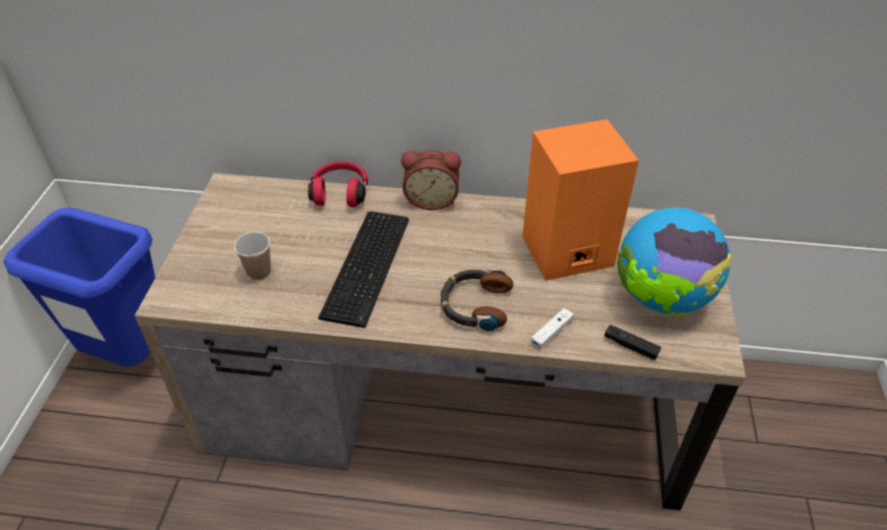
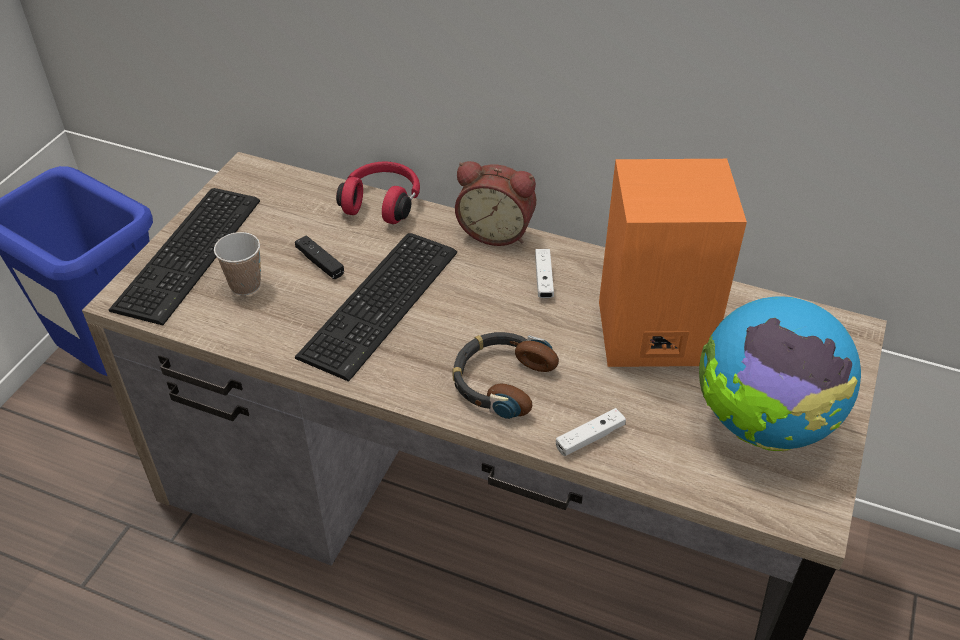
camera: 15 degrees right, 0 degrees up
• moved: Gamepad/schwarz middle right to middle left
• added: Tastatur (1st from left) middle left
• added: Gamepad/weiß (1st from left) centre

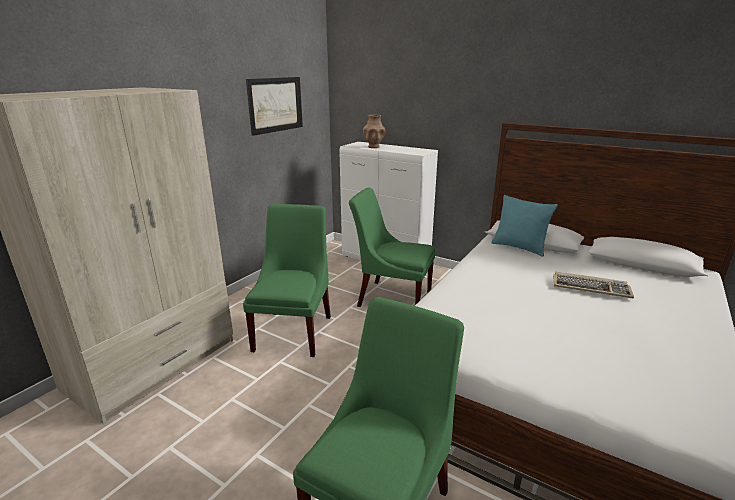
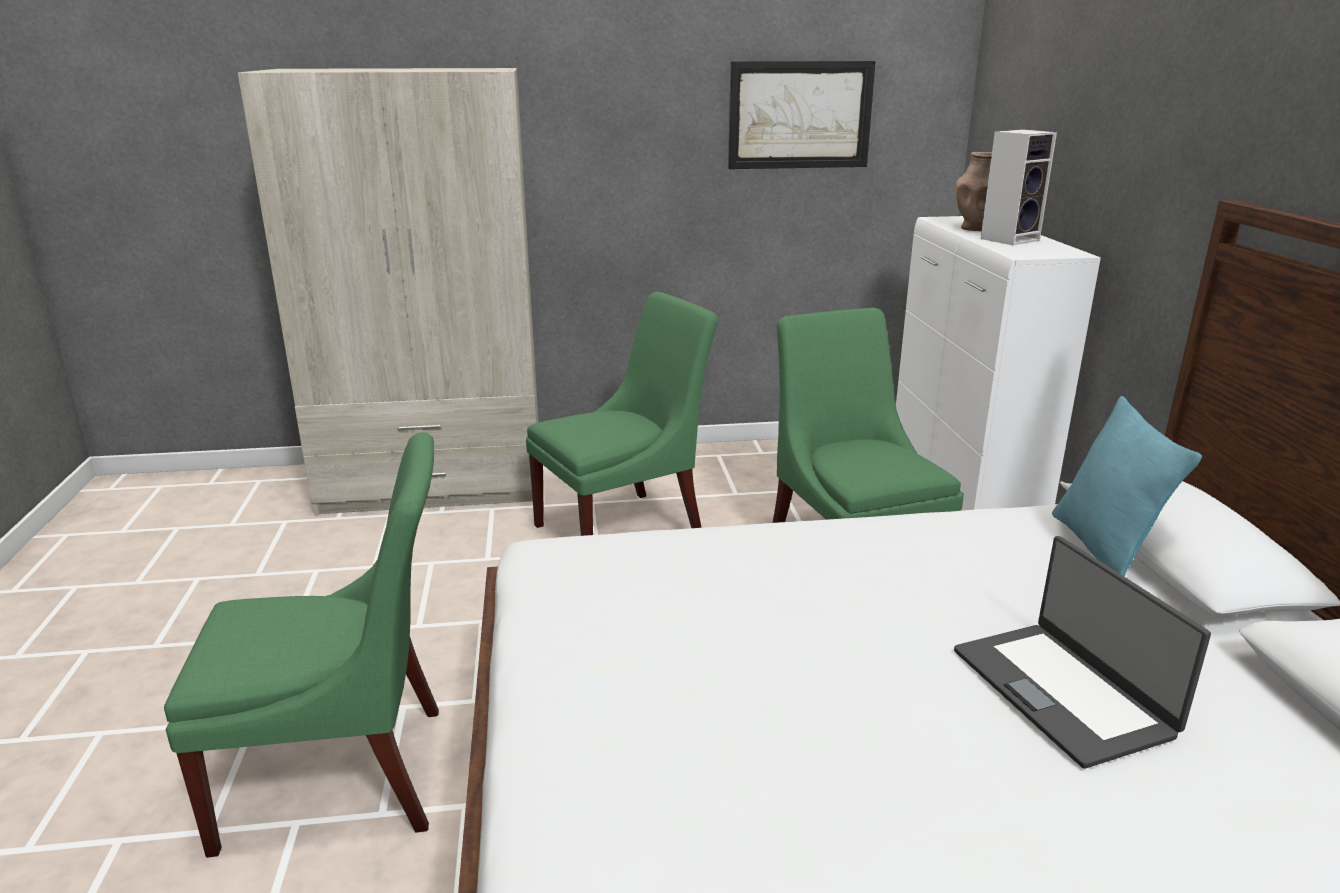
camera: 50 degrees right, 0 degrees up
• replaced: Tastatur middle right to Laptop bottom right
• added: Lautsprecher top right

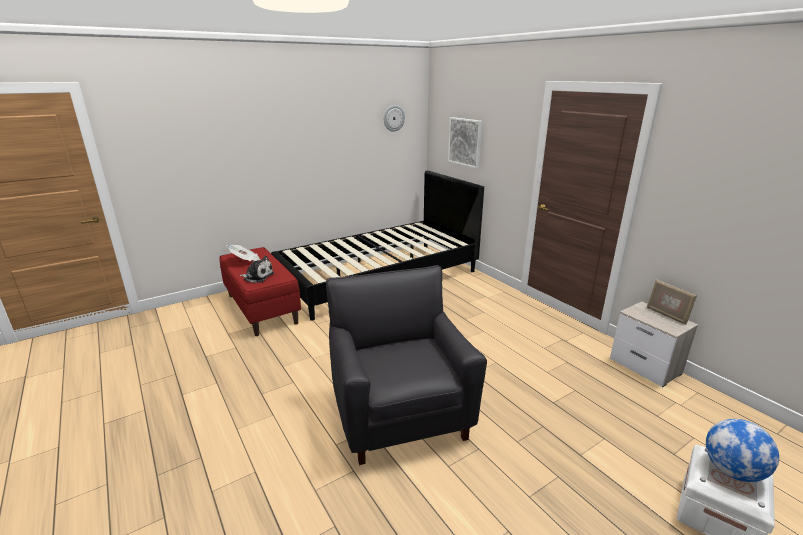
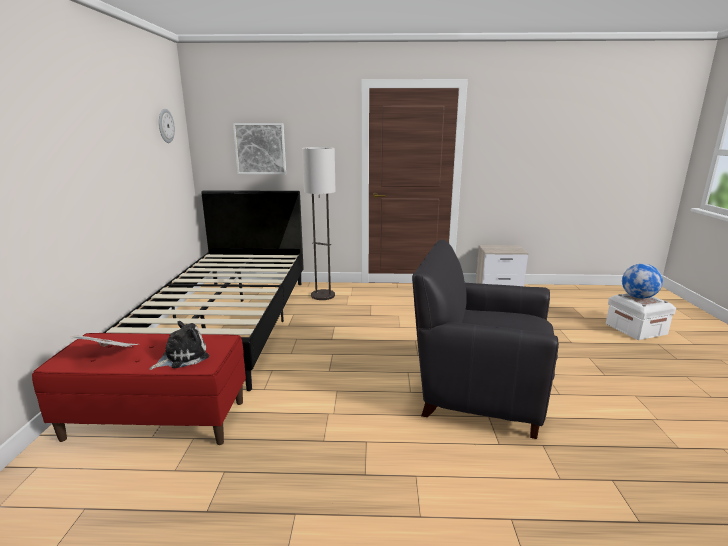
camera: 55 degrees left, 5 degrees down
• removed: Bilderrahmen middle right
• added: Stehlampe centre

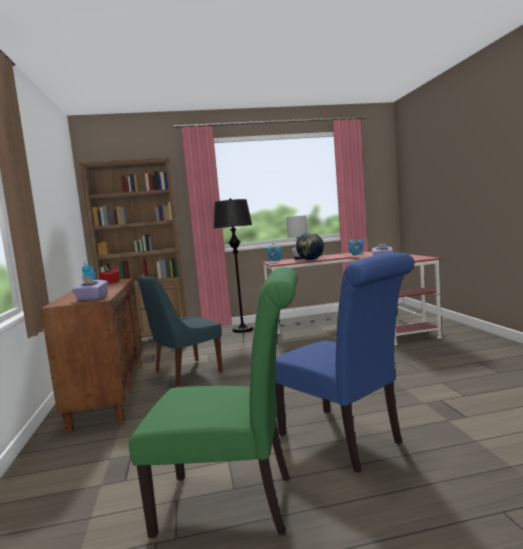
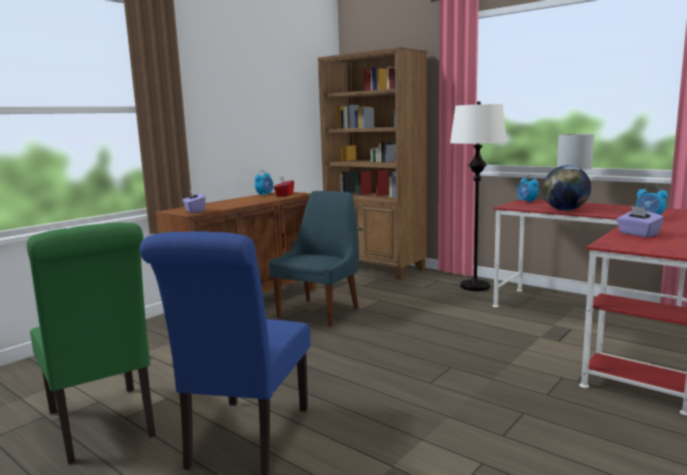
camera: 50 degrees right, 5 degrees up
• turned: Stuhl/blau (1st from left in the first image) centre = centre 105 degrees clockwise
• recoloured: Stehlampe/schwarz centre to Stehlampe/weiß middle right

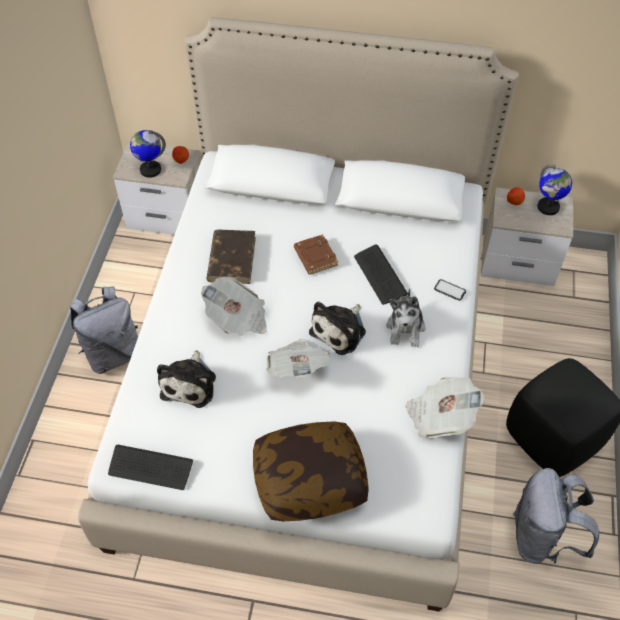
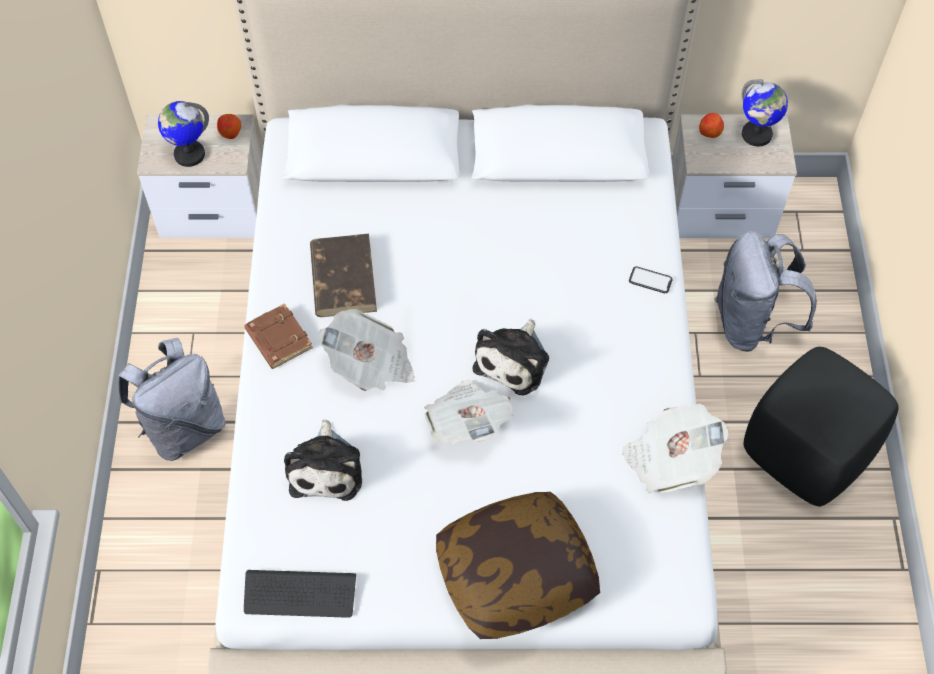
camera: 10 degrees left, 5 degrees up
• moved: Buch/braun (2nd from left in the first image) centre to Buch/braun (1st from left) middle left
• removed: Tastatur (2nd from left) centre
• removed: Plüschtier (3rd from left) centre
• moved: Rucksack/grau (2nd from left) bottom right to middle right

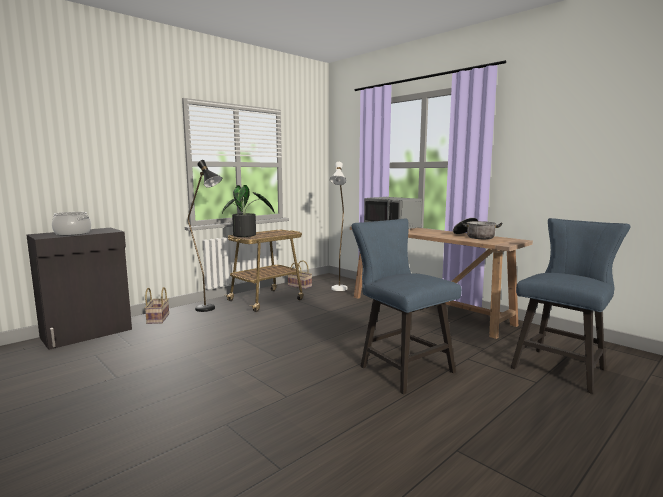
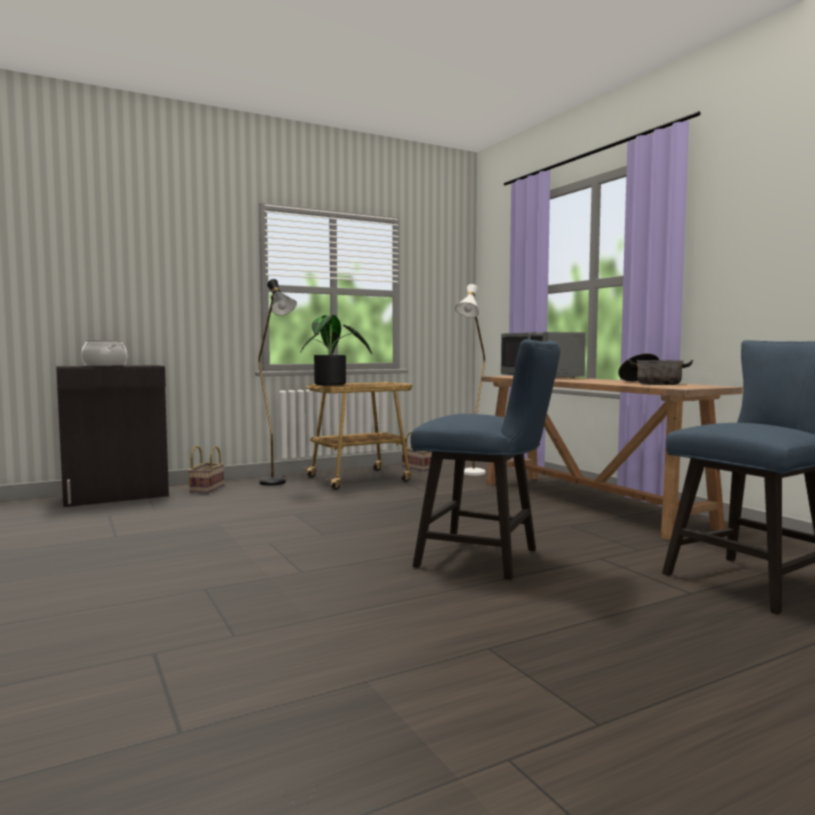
camera: 15 degrees right, 5 degrees down
• turned: Stuhl/blau (1st from left) centre = centre 135 degrees clockwise

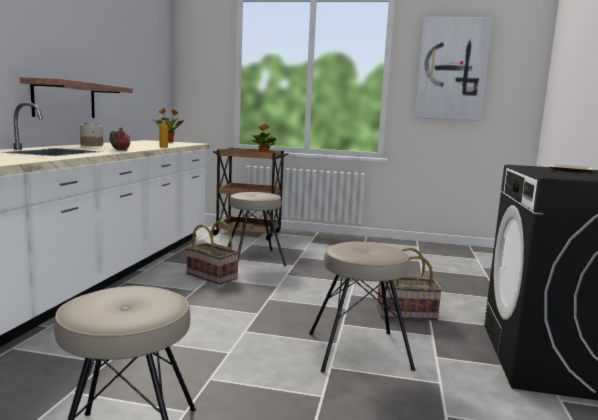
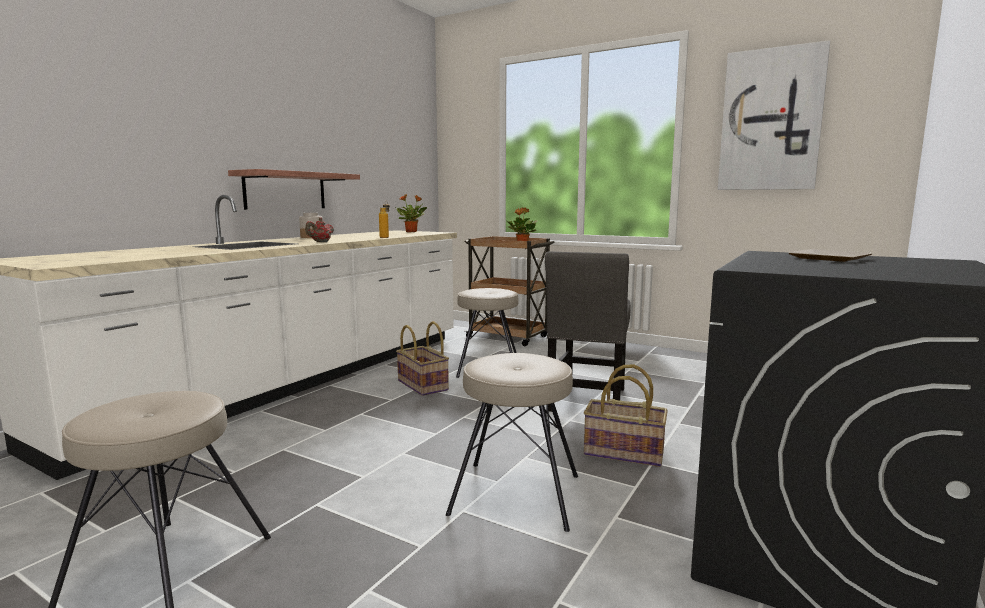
camera: 20 degrees right, 0 degrees up
• added: Stuhl/grau centre

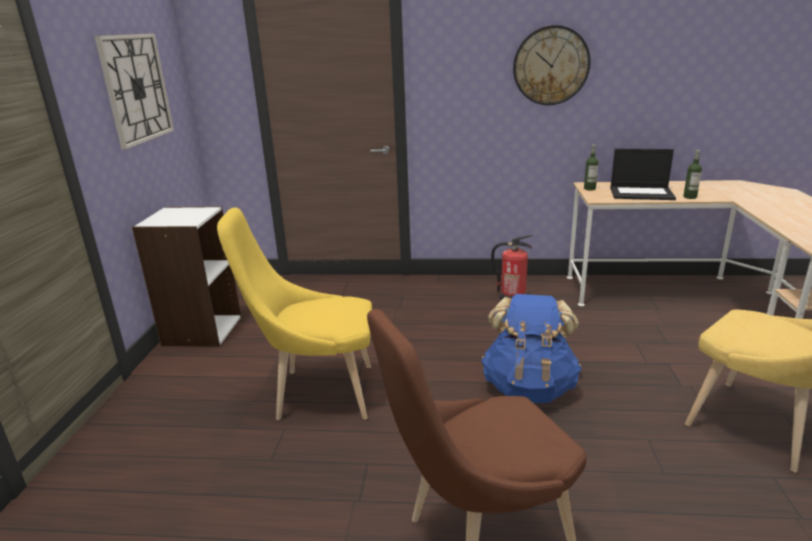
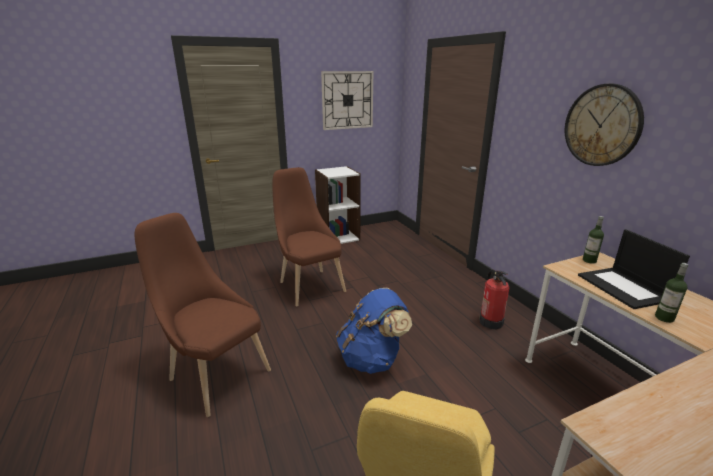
camera: 60 degrees right, 0 degrees up
• recoloured: Stuhl/gelb (1st from left) centre to Stuhl/braun (2nd from left) centre

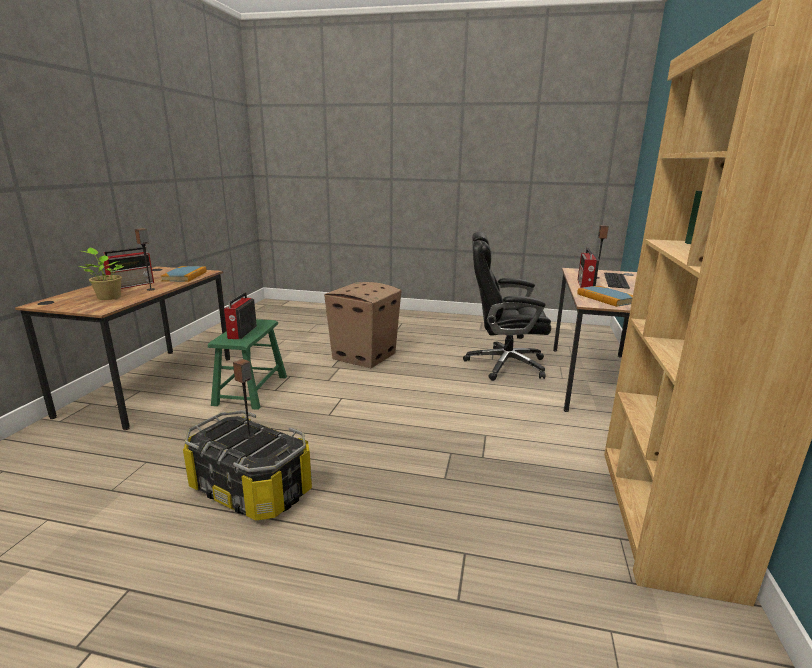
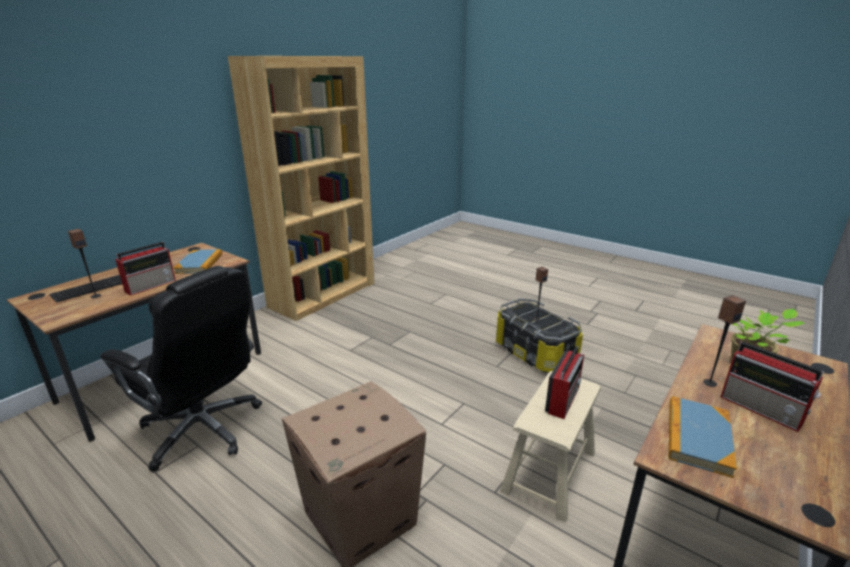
camera: 155 degrees left, 5 degrees up
• turned: Radio (1st from left in the first image) middle left = bottom right 105 degrees counterclockwise
• recoloured: Hocker/grün middle left to Hocker/beige bottom centre

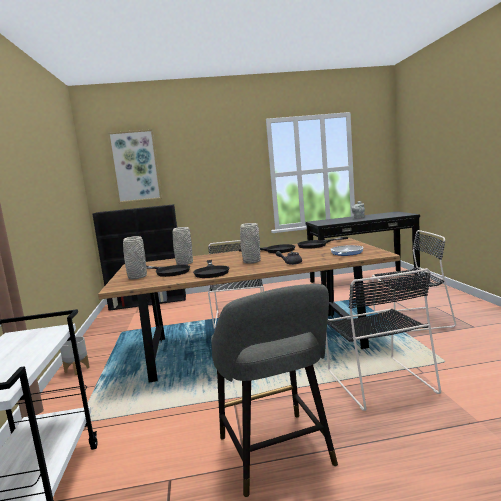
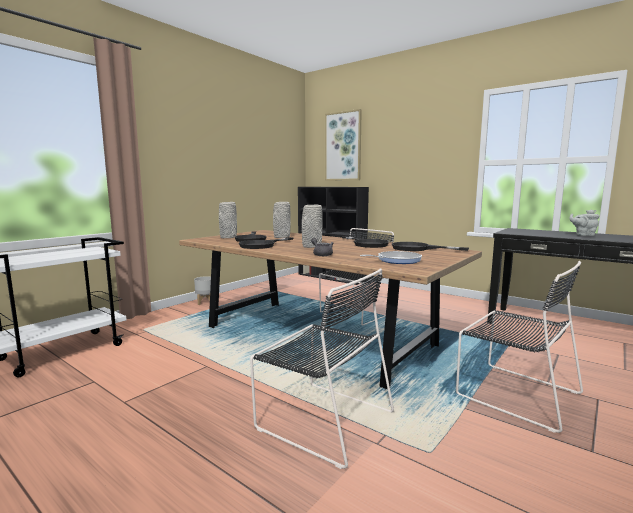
camera: 45 degrees right, 0 degrees up
• removed: Hocker/grau bottom centre
• turned: Stuhl/schwarz (2nd from left in the first image) bottom right = bottom centre 90 degrees counterclockwise

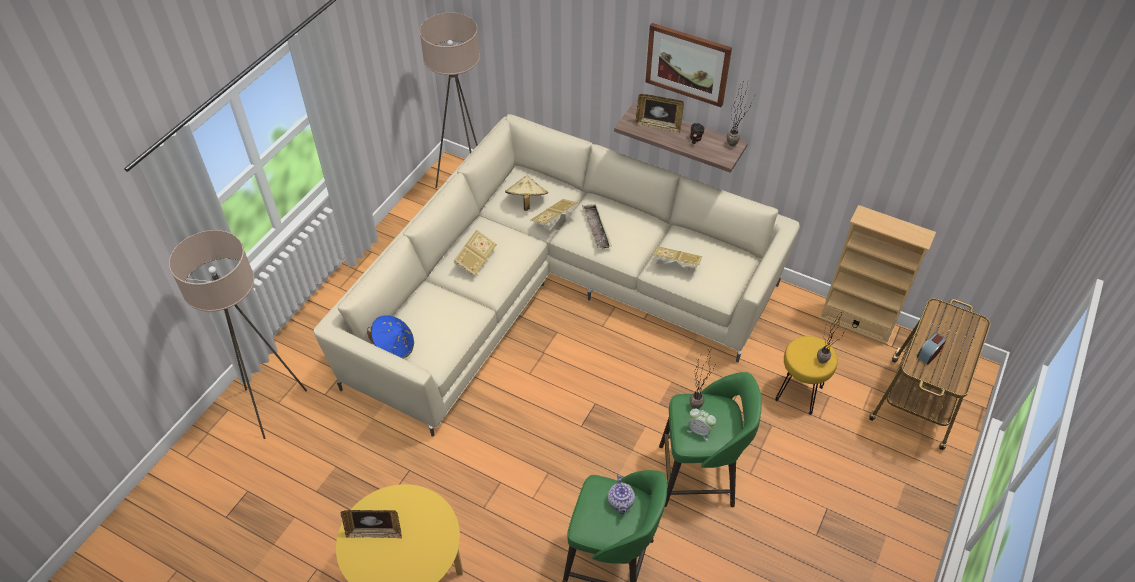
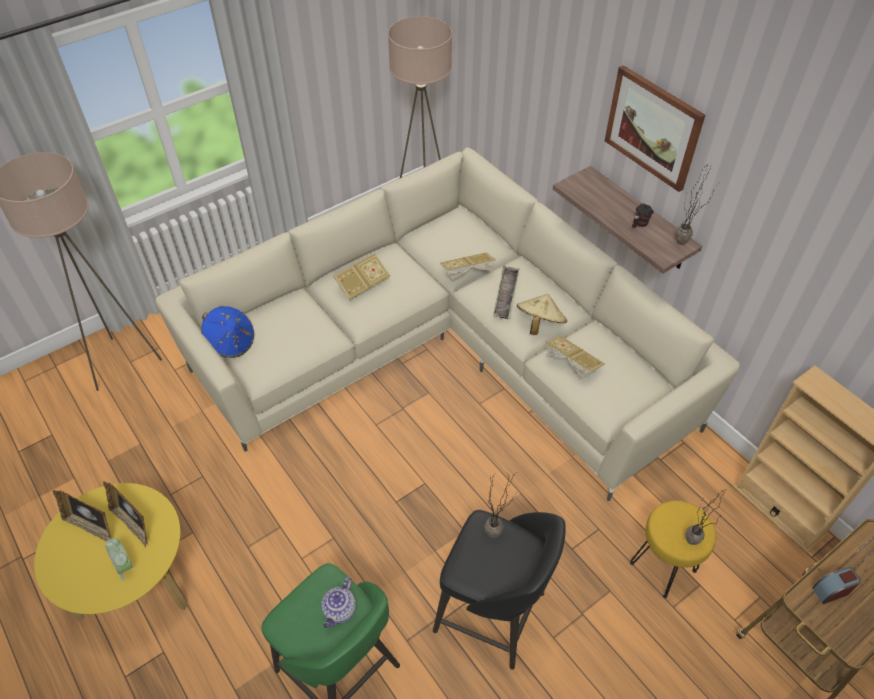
camera: 25 degrees right, 0 degrees up
• moved: Hut/beige top centre to centre
• moved: Bilderrahmen (2nd from left) top centre to bottom left
• recoloured: Hocker/grün (2nd from left) bottom centre to Hocker/schwarz bottom centre
• moved: Wecker (1st from left) bottom centre to bottom left

